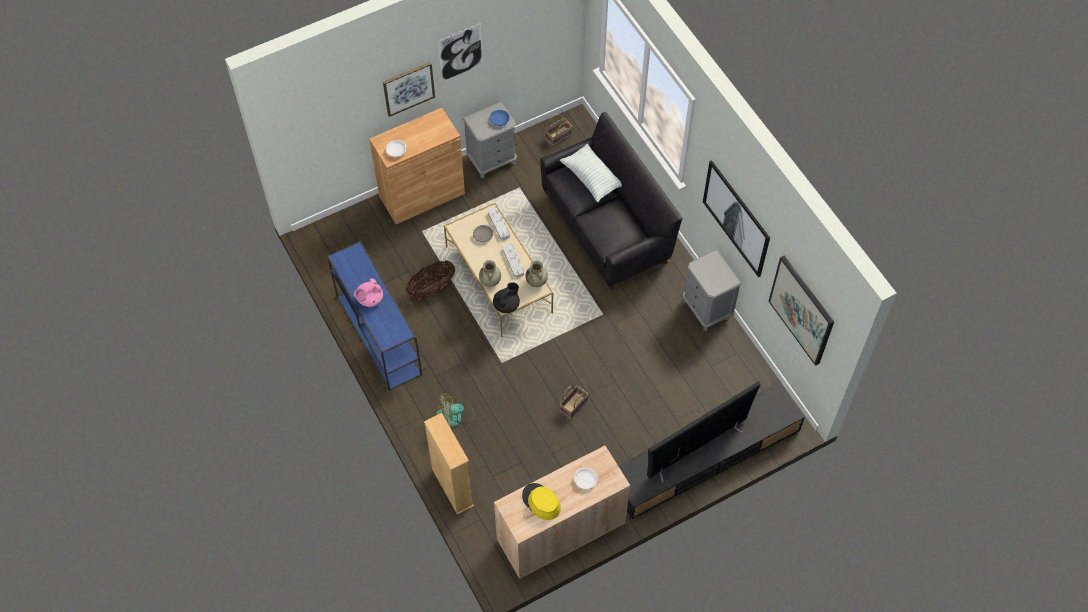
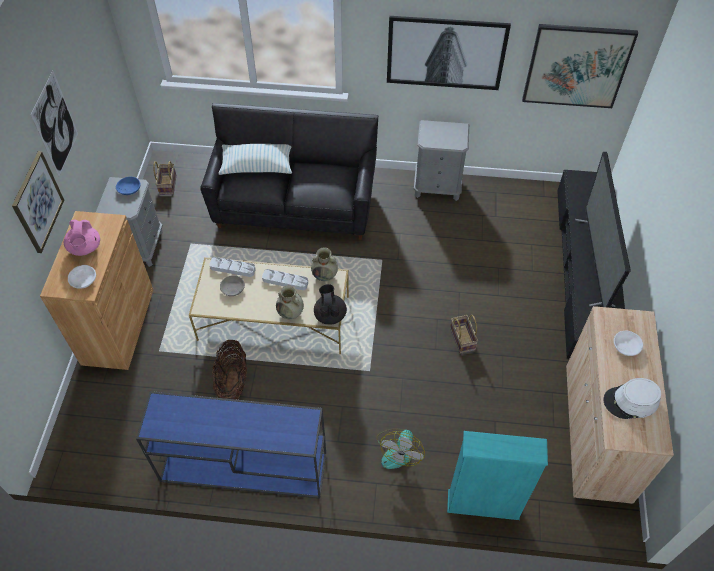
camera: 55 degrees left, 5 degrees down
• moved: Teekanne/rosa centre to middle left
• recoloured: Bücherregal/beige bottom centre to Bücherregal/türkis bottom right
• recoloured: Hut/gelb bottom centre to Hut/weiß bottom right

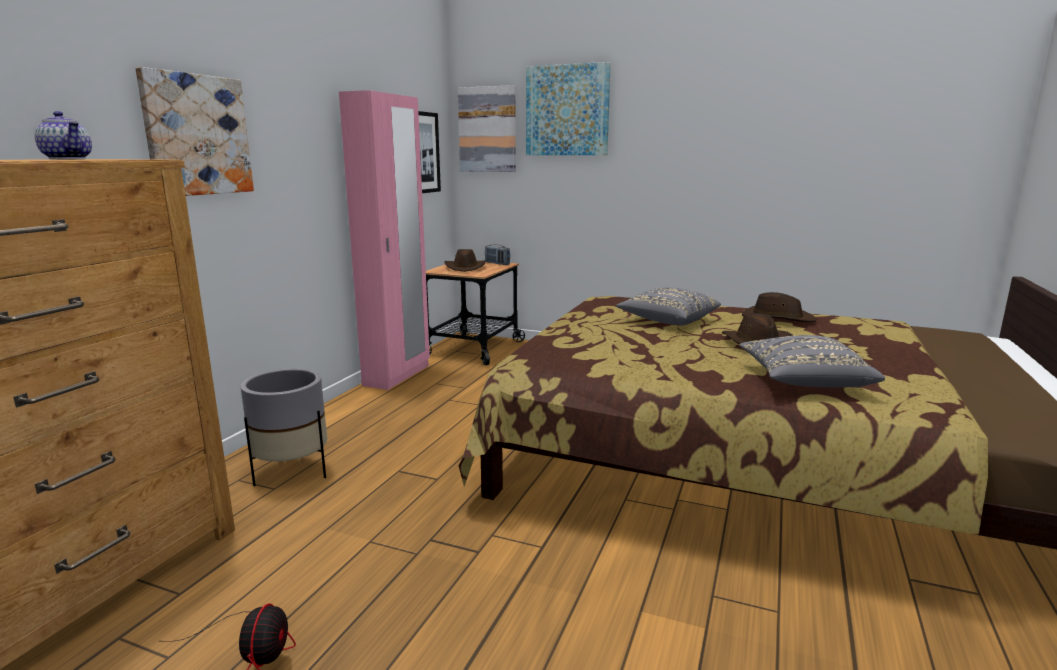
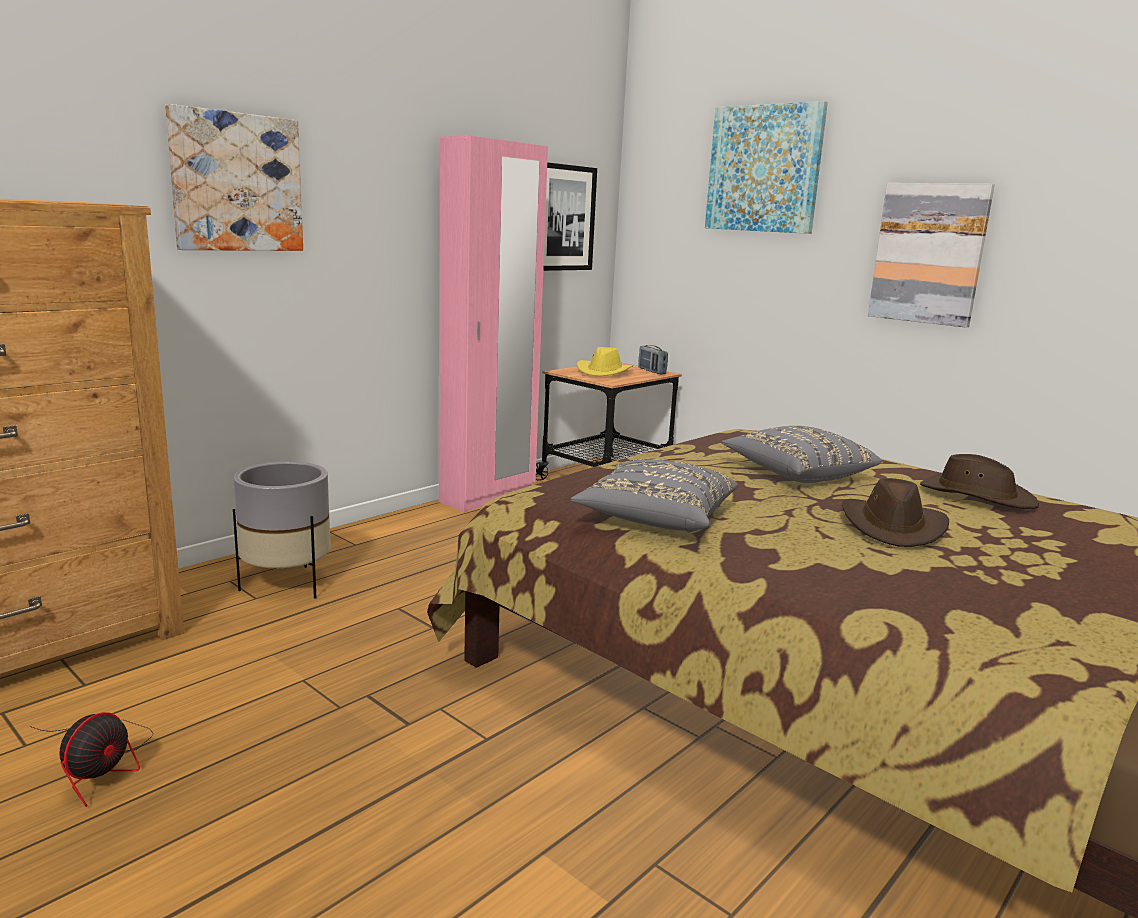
camera: 20 degrees right, 0 degrees up
• removed: Teekanne top left
• recoloured: Hut/braun (1st from left) centre to Hut/gelb centre
• moved: Bild (3rd from left in the first image) top centre to Bild (4th from left) top right
• moved: Kissen/grau (2nd from left in the first image) middle right to Kissen/grau (1st from left) centre

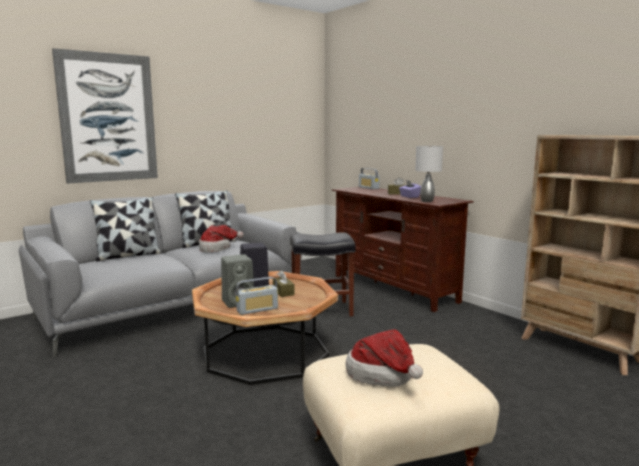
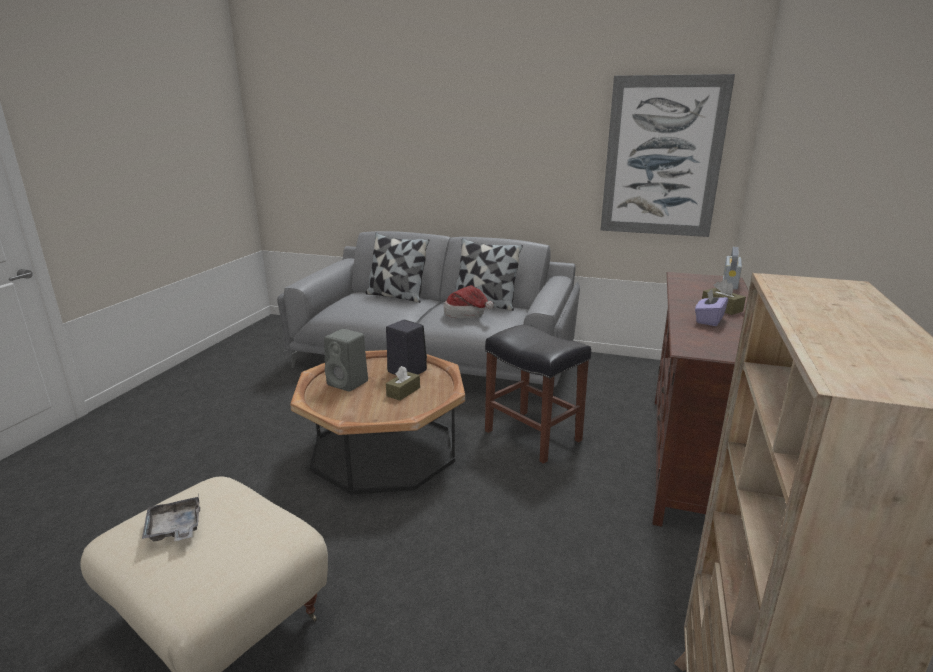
camera: 55 degrees right, 10 degrees up
• moved: Bild top left to top right
• removed: Radio (1st from left) centre
• replaced: Hut (2nd from left) bottom centre to Tablett/grau bottom left
• removed: Tischlampe/grau middle right

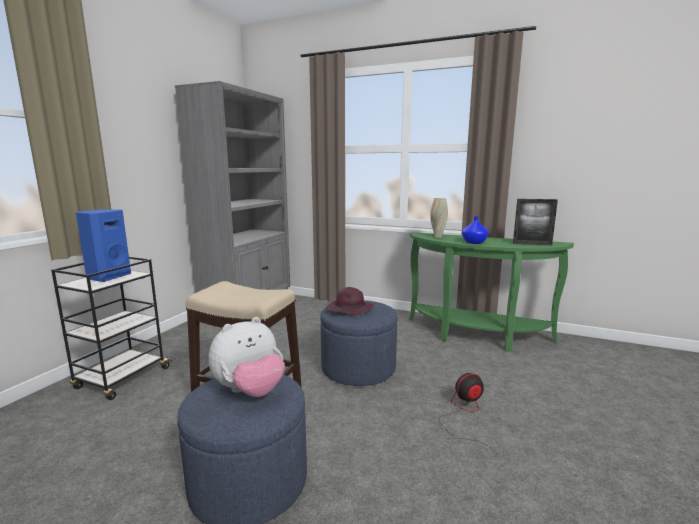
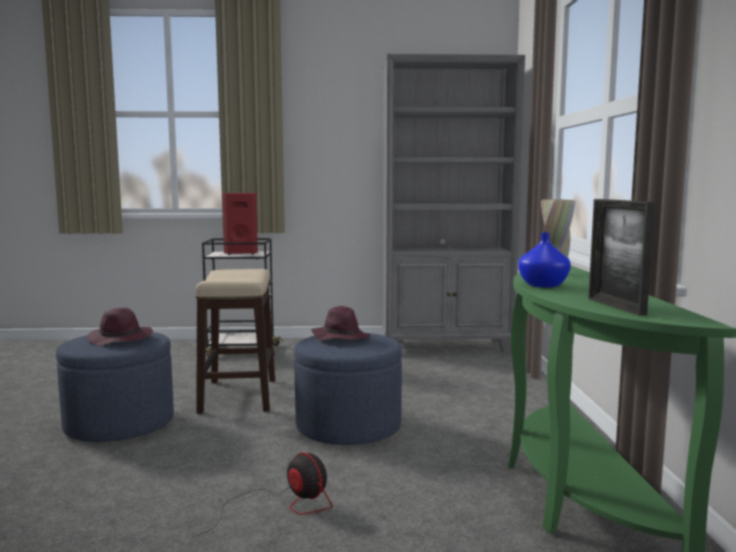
camera: 65 degrees right, 5 degrees down
• recoloured: Lautsprecher/blau middle left to Lautsprecher/rot middle left
• replaced: Plüschtier bottom centre to Hut/lila (1st from left) middle left

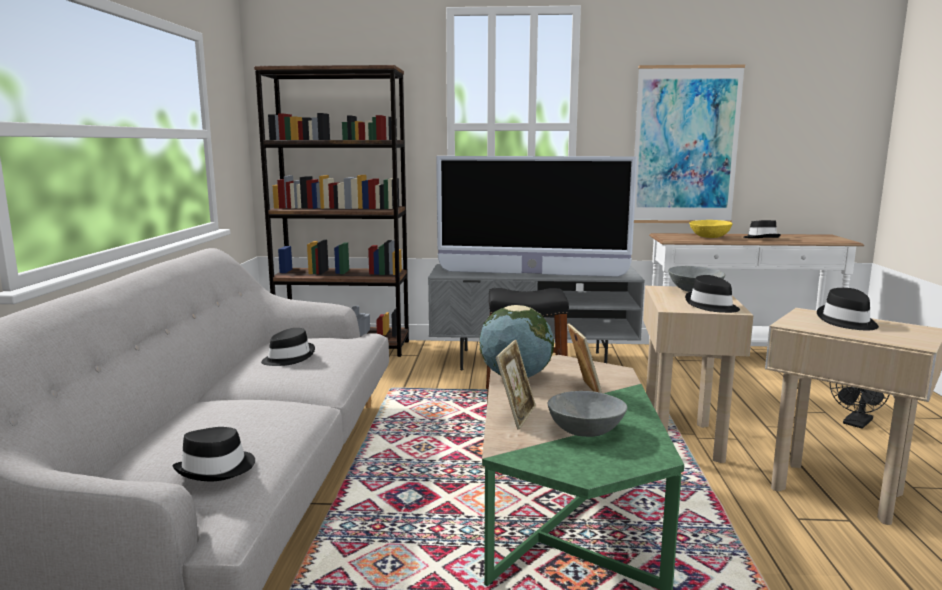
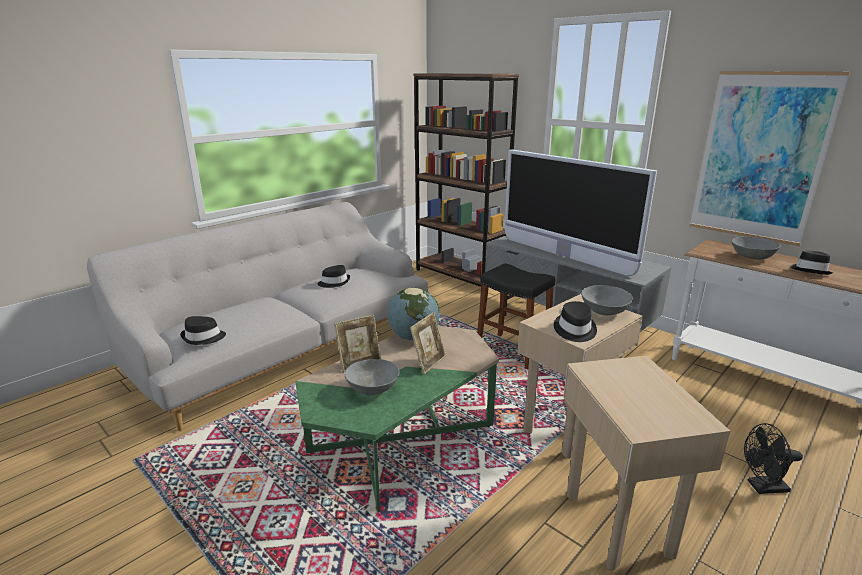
camera: 40 degrees right, 10 degrees up
• recoloured: Schüssel/gelb middle right to Schüssel/grau (3rd from left) middle right
• removed: Hut/schwarz (5th from left) middle right

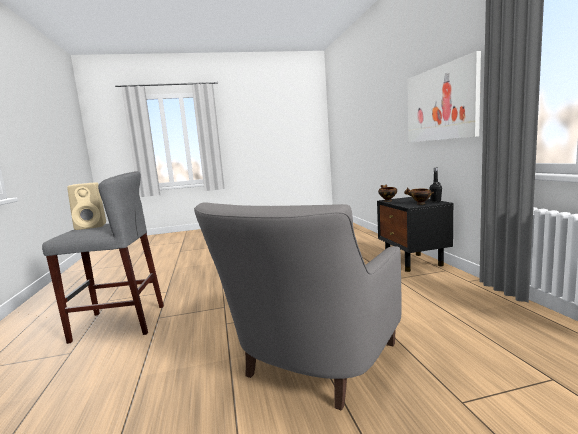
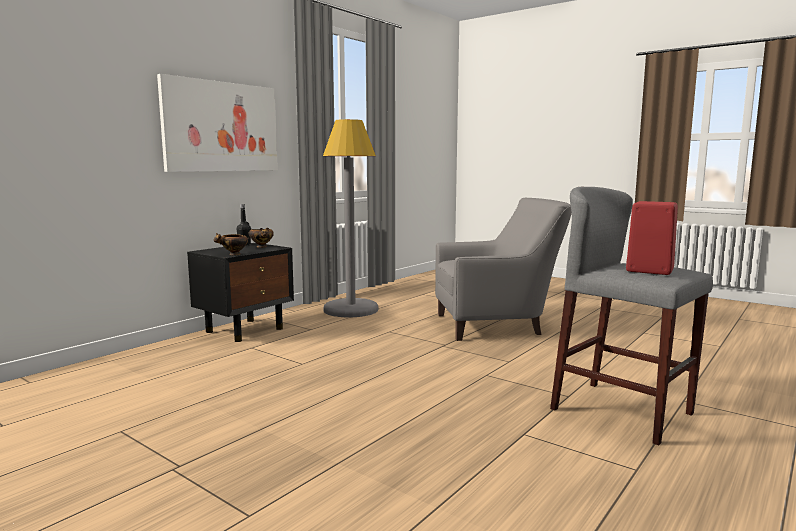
camera: 130 degrees left, 0 degrees up
• recoloured: Lautsprecher/beige middle left to Lautsprecher/rot middle right
• added: Stehlampe/grau centre

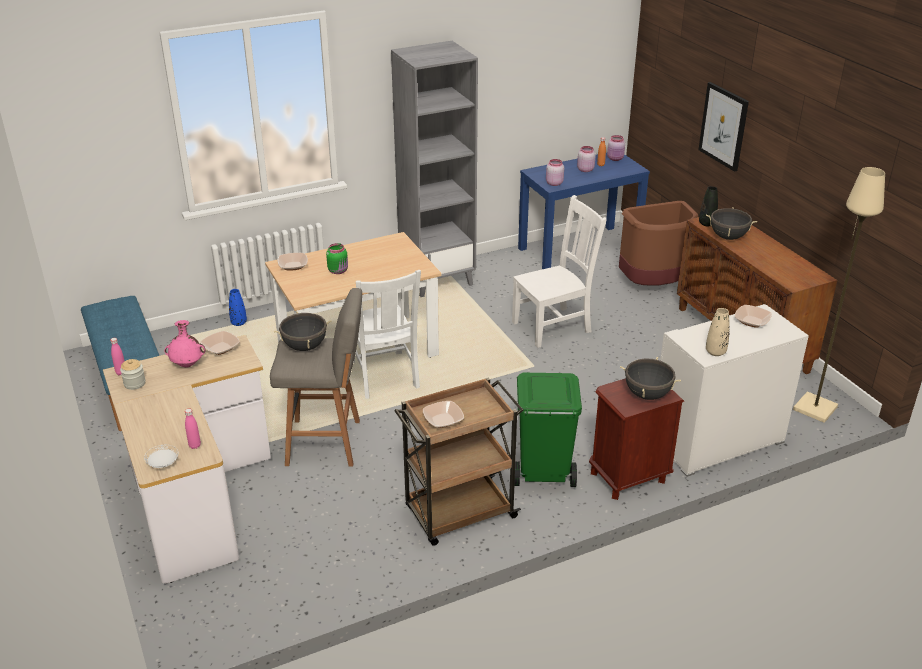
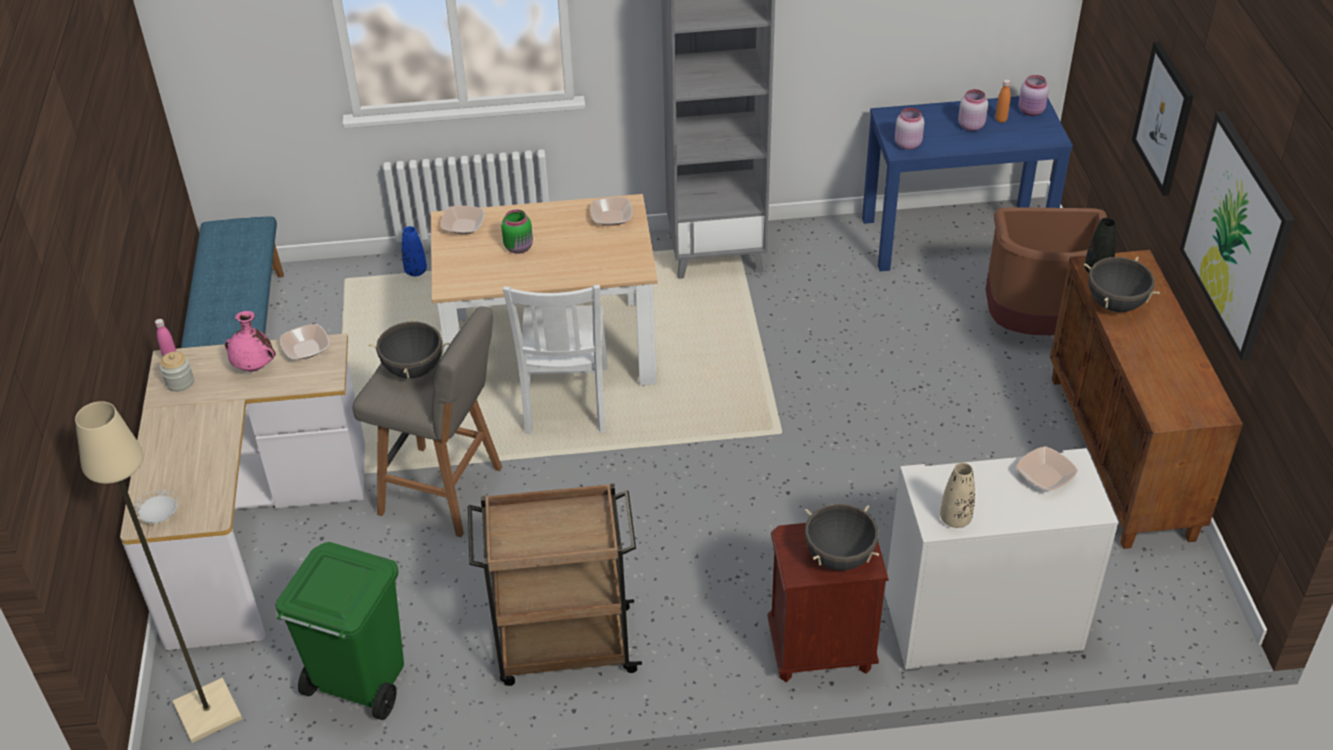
camera: 20 degrees right, 10 degrees up
• removed: Flasche/rosa (2nd from left) middle left
• moved: Schüssel (3rd from left) centre to top centre
• removed: Stuhl/weiß (2nd from left) centre
• moved: Mülleimer/grün centre to bottom left
• moved: Stehlampe/beige middle right to bottom left
• added: Bild (2nd from left) top right

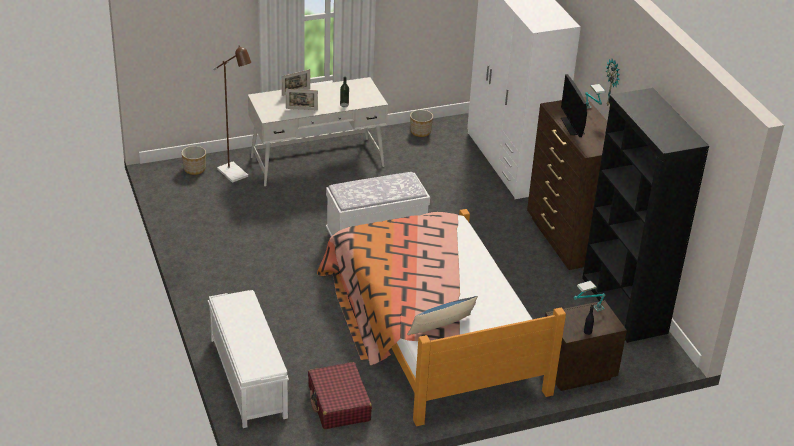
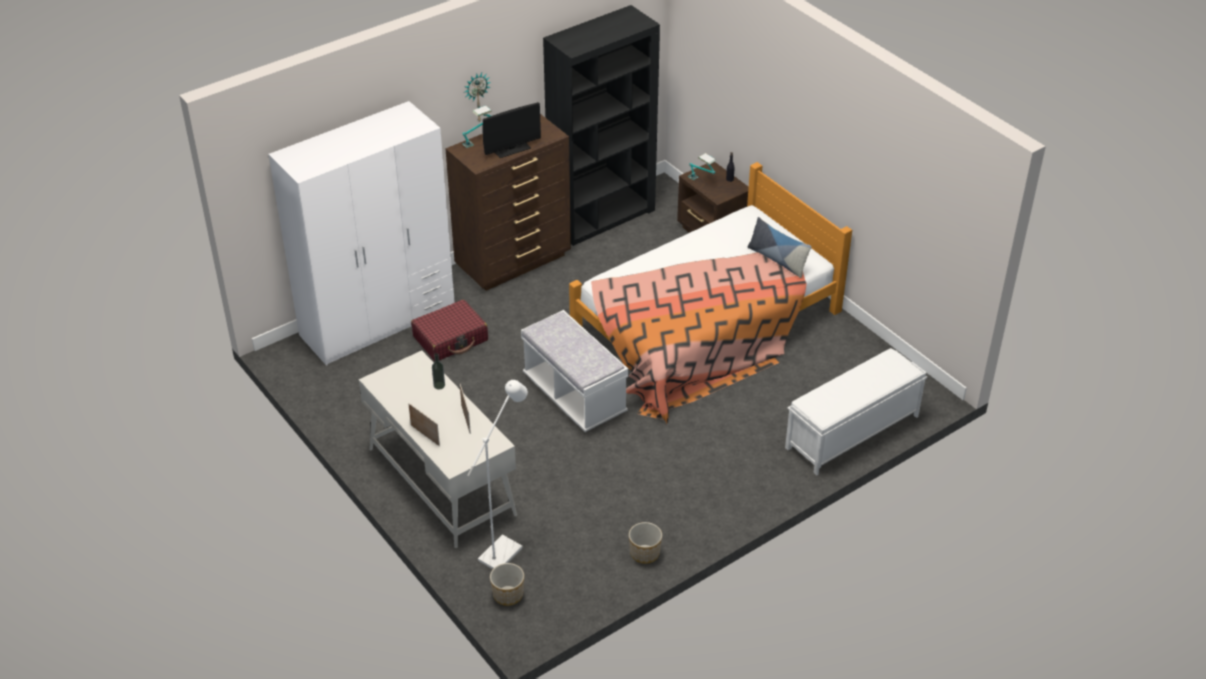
camera: 105 degrees left, 5 degrees up
• recoloured: Stehlampe/braun top left to Stehlampe/weiß bottom centre
• moved: Koffer/rot bottom centre to centre
• moved: Pflanzkübel (2nd from left) top centre to bottom centre

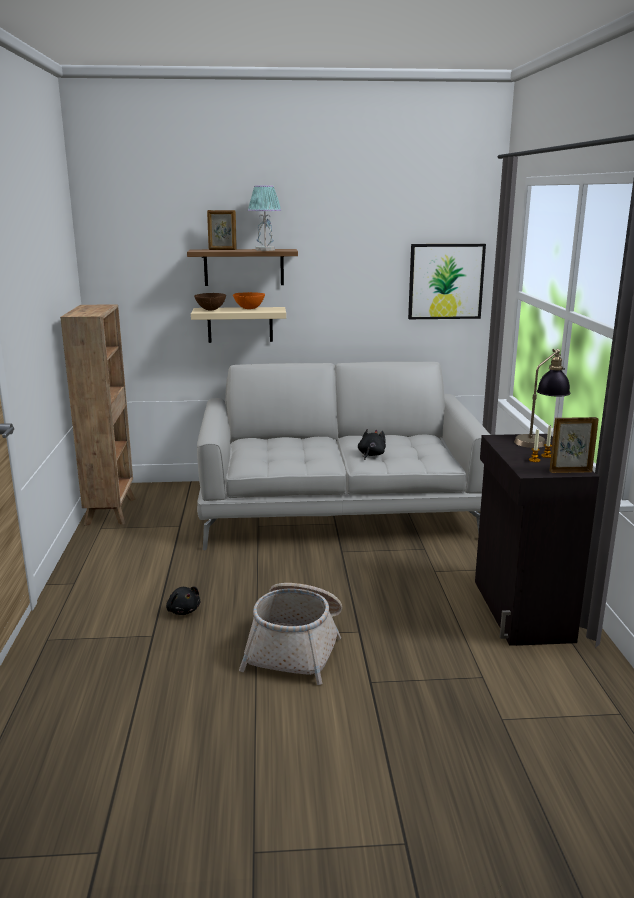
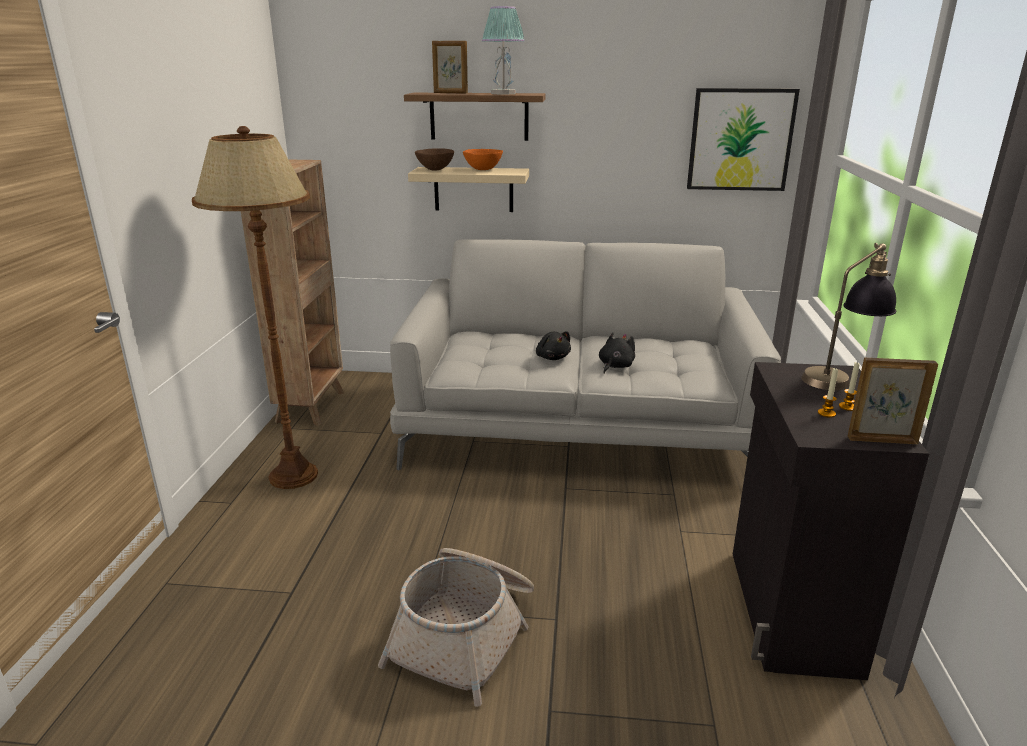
camera: 10 degrees right, 5 degrees up
• moved: Plüschtier/schwarz (1st from left) bottom left to centre
• added: Stehlampe/braun middle left

